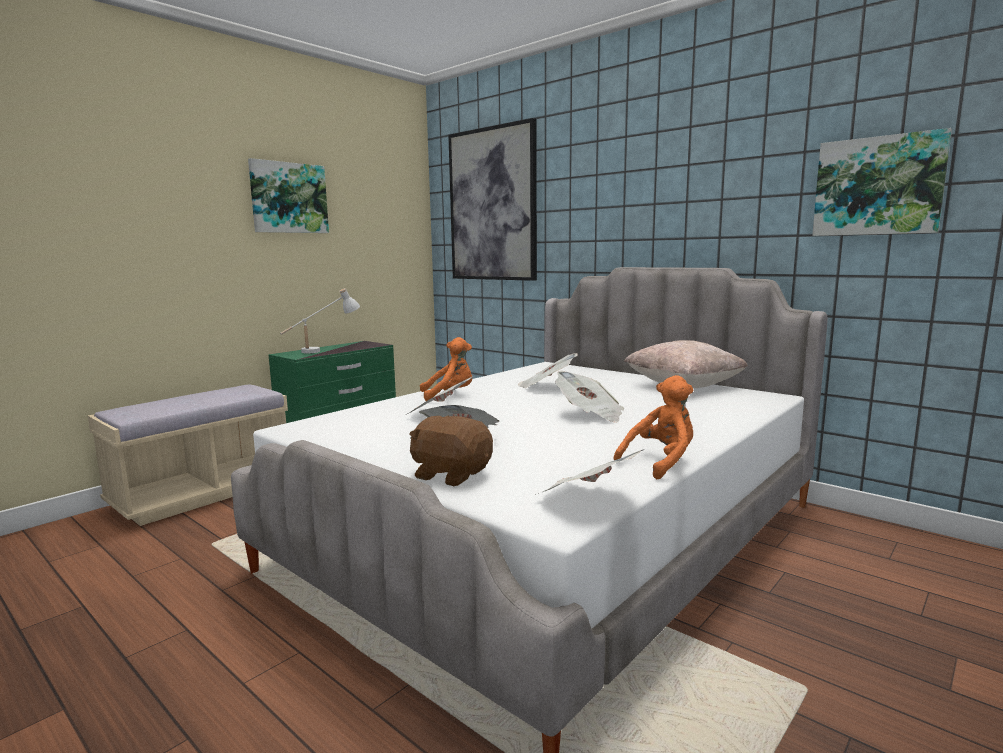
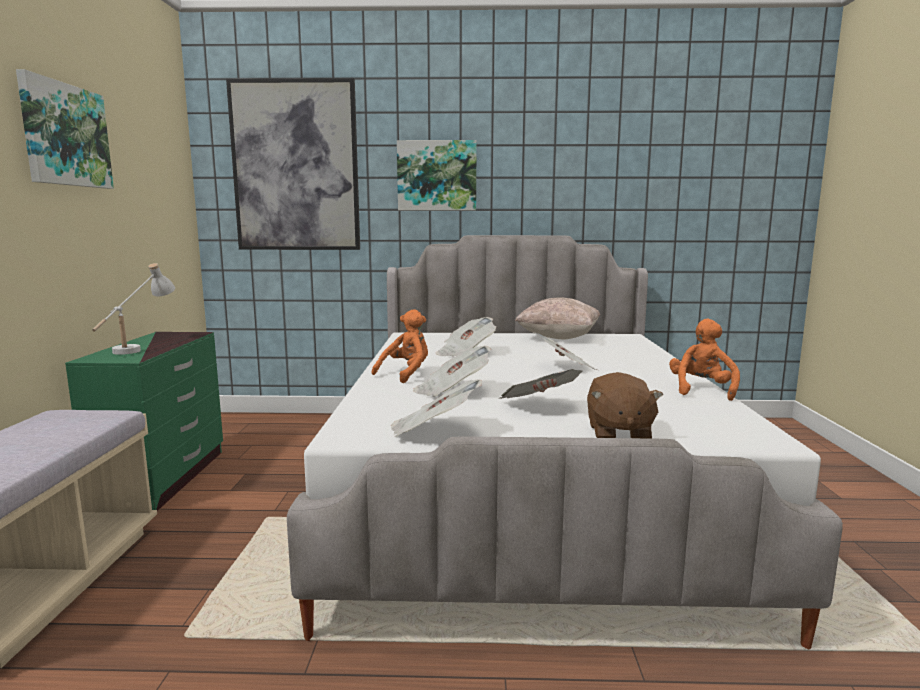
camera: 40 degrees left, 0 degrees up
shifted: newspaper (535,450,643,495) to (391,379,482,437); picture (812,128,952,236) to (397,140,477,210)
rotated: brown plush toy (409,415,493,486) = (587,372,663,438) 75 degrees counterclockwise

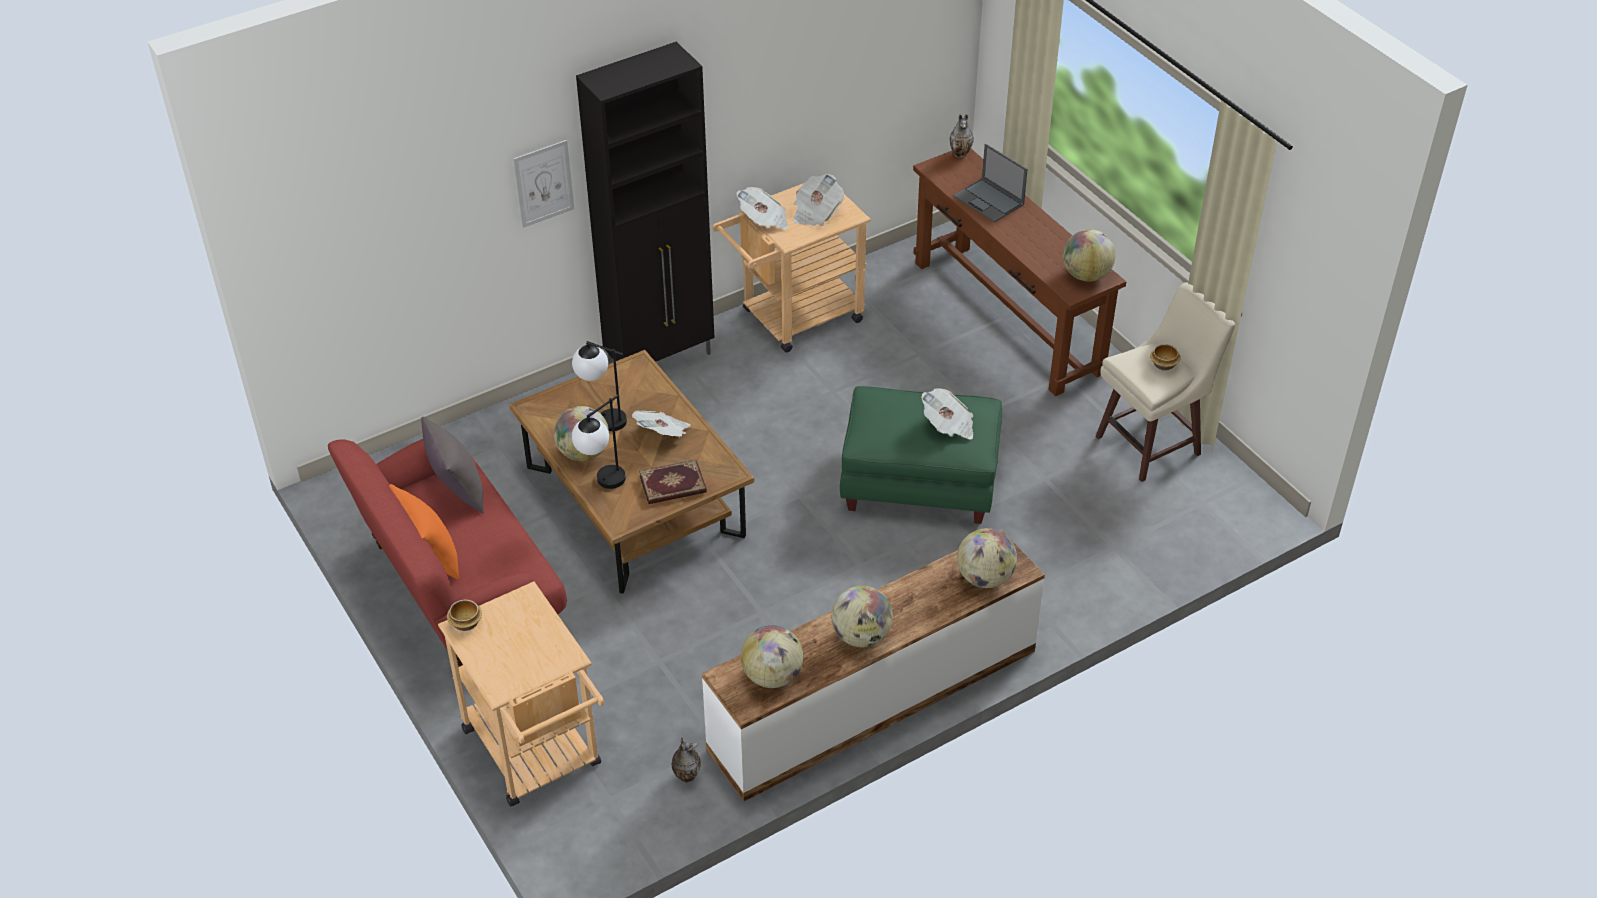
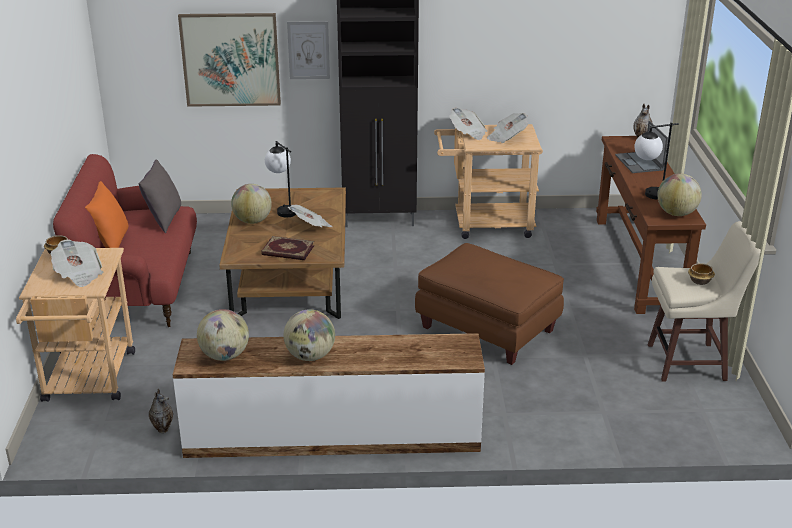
camera: 30 degrees right, 15 degrees down
gone: globe (957,528,1017,588)
new: picture (178,13,281,107)
shifted: table lamp (572,394,626,489) to (634,123,679,200); newspaper (921,388,973,439) to (50,239,104,287)
repainted: green ottoman (840,386,1002,524) to brown ottoman (415,243,564,365)

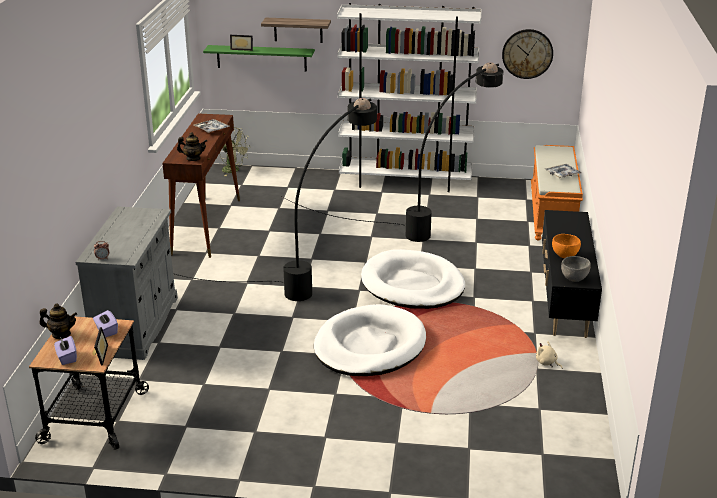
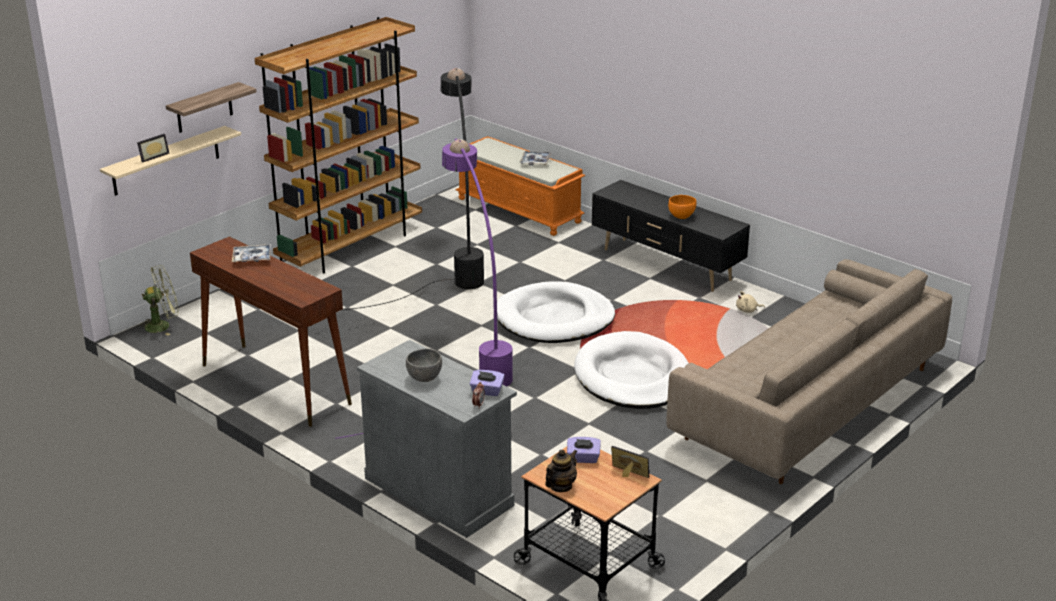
camera: 55 degrees left, 0 degrees up
gone: teapot (177,132,207,161); wall clock (502,29,553,79)
new: beige sofa (666,259,952,484)
shifted: purple tissue box (54,336,77,365) to (470,370,505,396); grey bowl (561,256,591,282) to (406,349,442,382)
repainted: black floor lamp (173,98,377,301) to purple floor lamp (335,139,513,439); green shelf (203,45,315,71) to beige shelf (100,126,241,196); white bookcase (337,3,482,192) to brown bookcase (255,17,422,273)

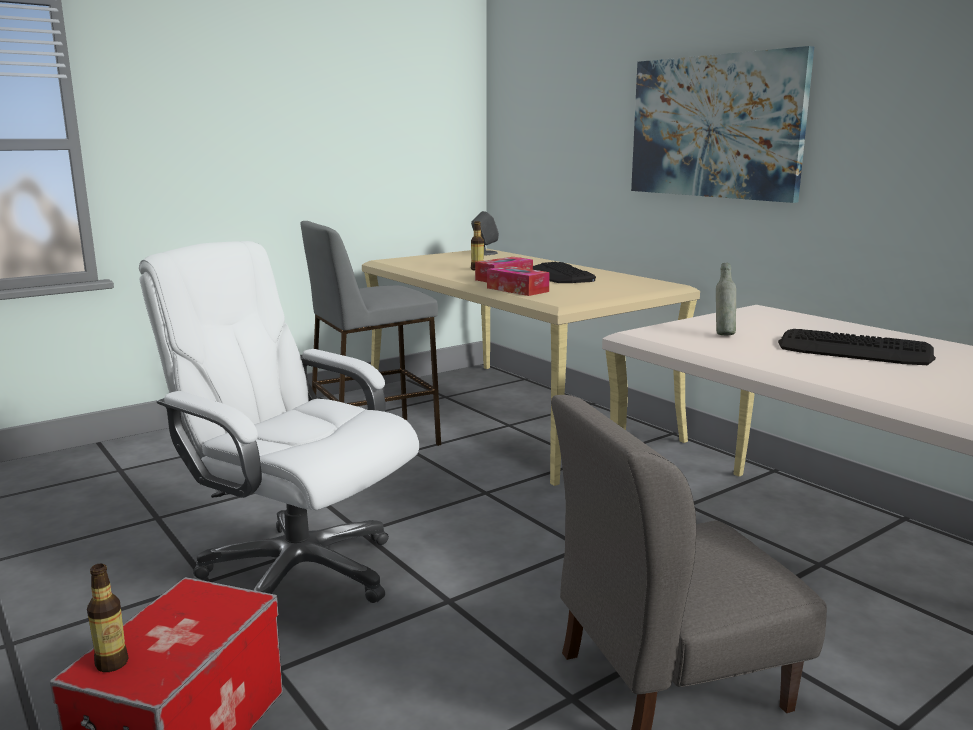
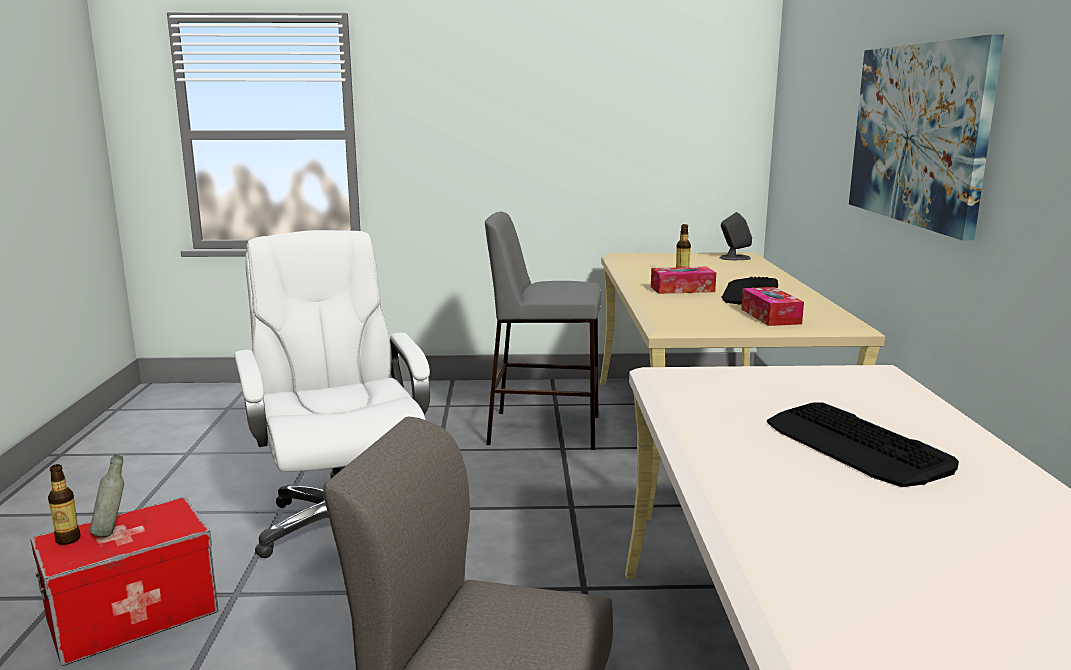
camera: 35 degrees right, 0 degrees up
shifted: tissue box (487,266,550,296) to (741,287,804,326); grey bottle (716,263,736,335) to (90,455,124,537)

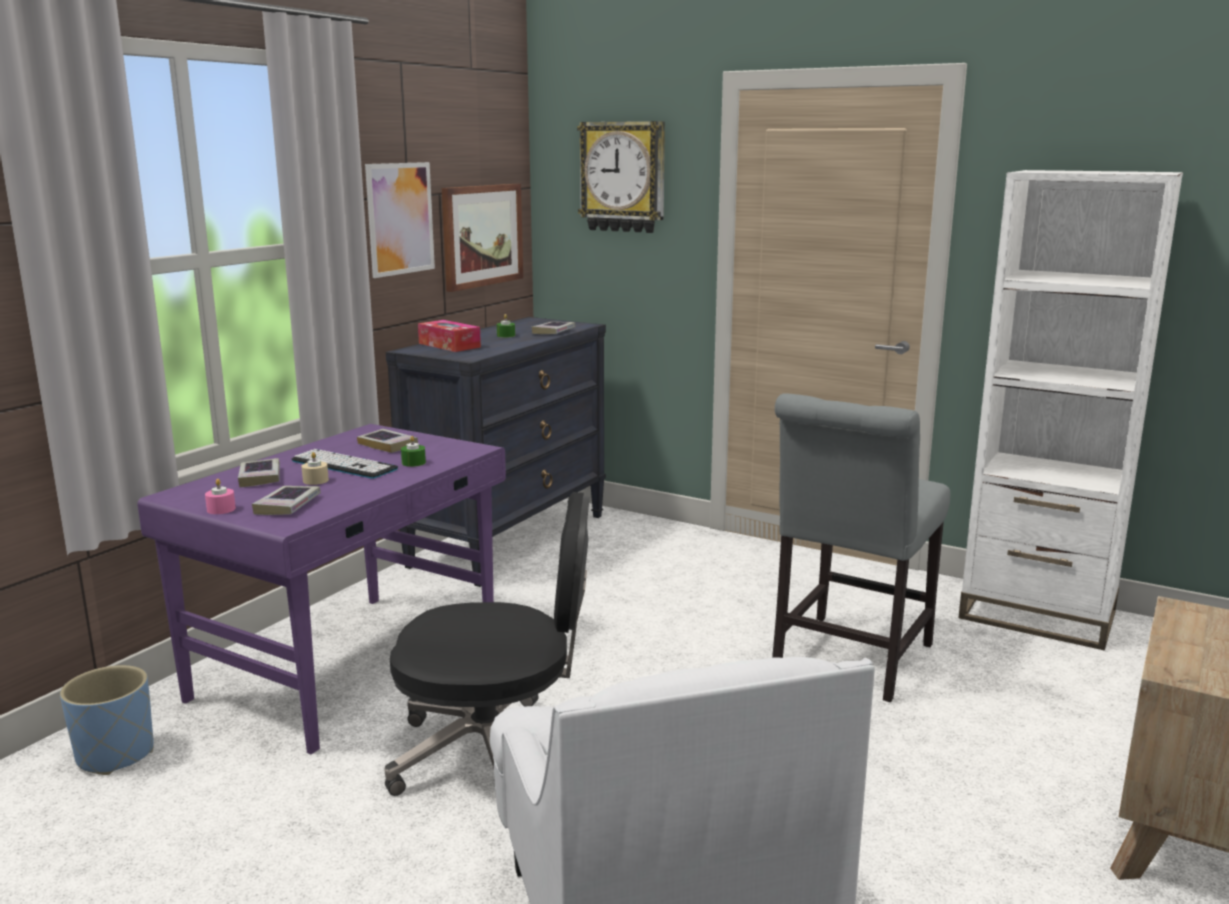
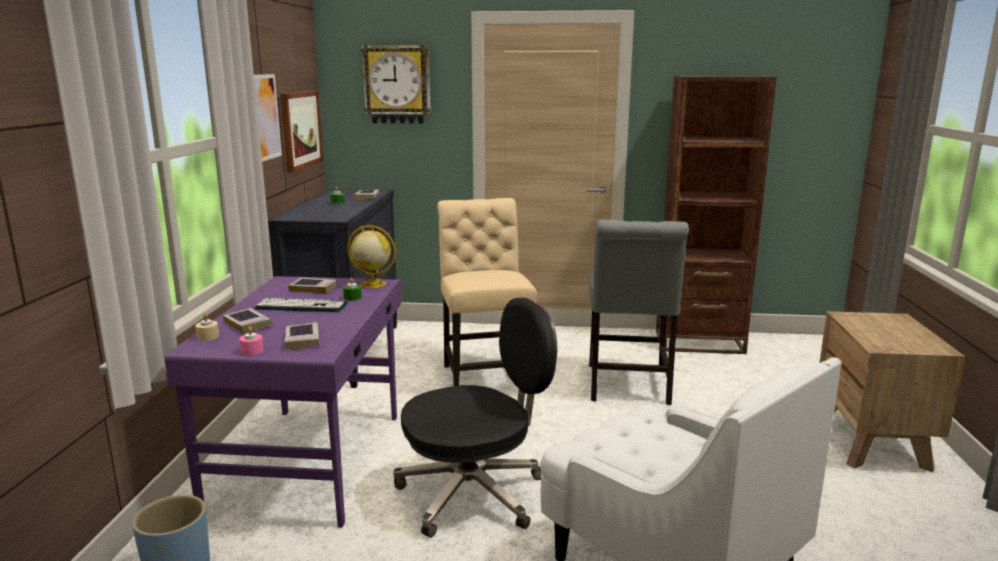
camera: 25 degrees left, 0 degrees up
gone: tissue box (418,320,481,352)
new: globe (347,225,396,288); beige chair (437,198,537,386)
shifted: beige candle (301,452,329,485) to (195,314,219,341)
repainted: white bookcase (958,170,1183,650) to brown bookcase (656,76,777,354)

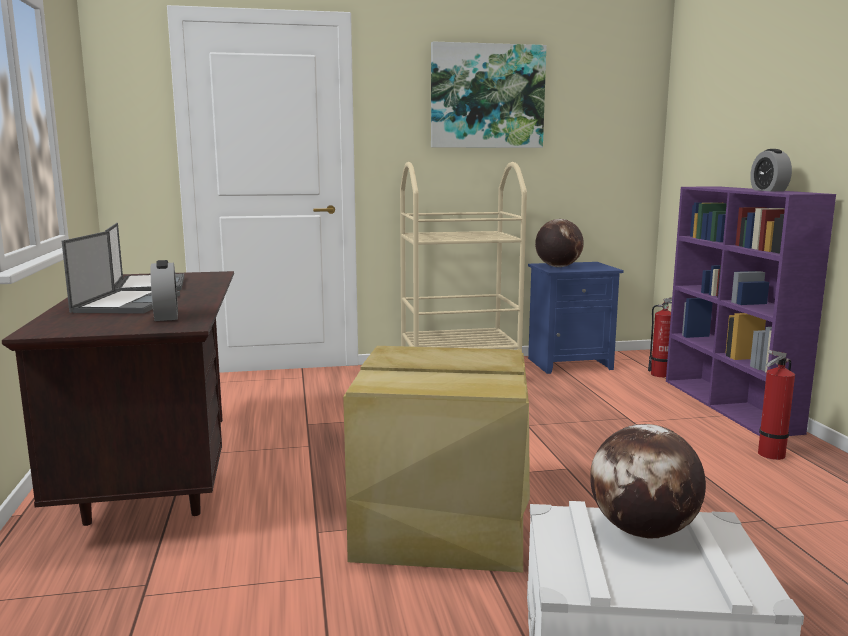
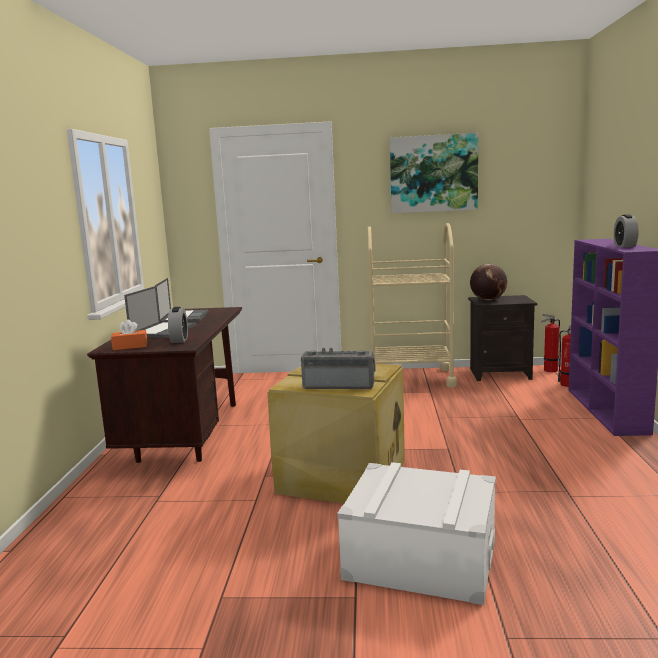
camera: 15 degrees right, 0 degrees up
gone: globe (590,424,706,539)
new: orange tissue box (111,319,147,350); radio (301,348,376,389)
shifted: fire extinguisher (758,350,795,460) to (541,314,560,372)
repainted: blue nightstand (528,262,624,374) to black nightstand (468,295,537,381)

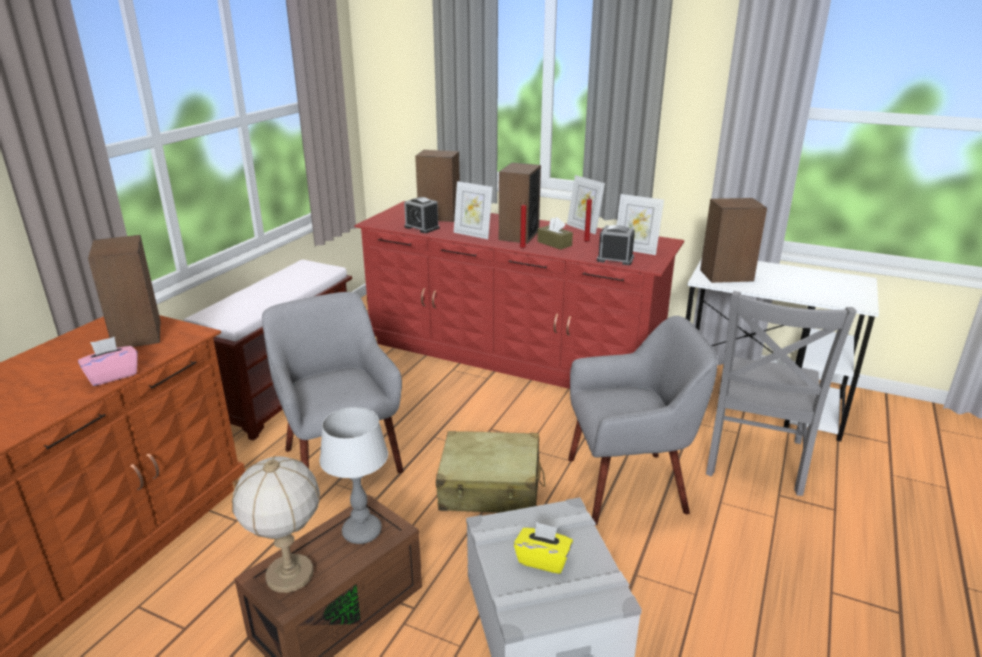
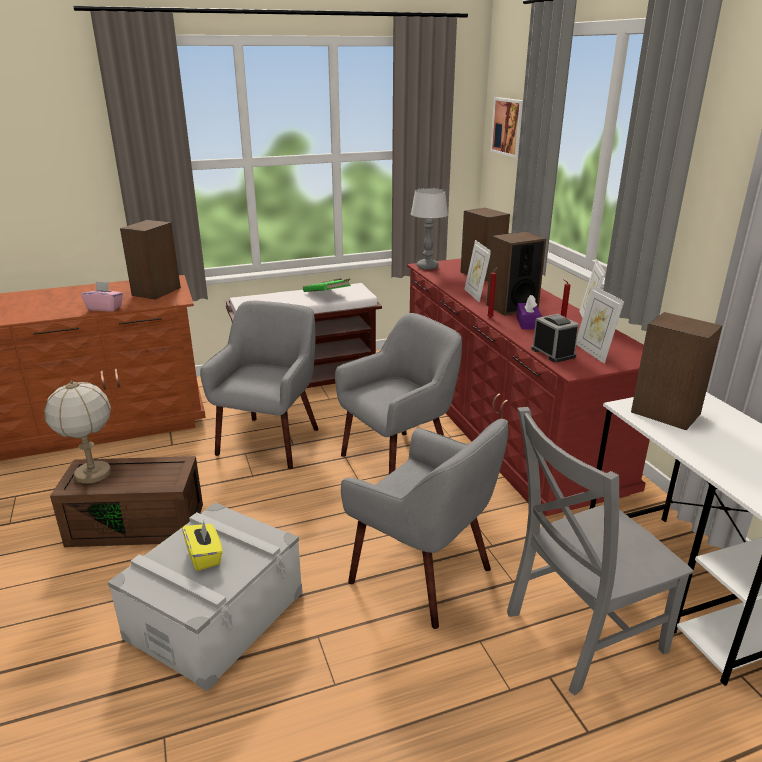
camera: 45 degrees right, 0 degrees up
gone: alarm clock (404,197,440,233); beige suitcase (436,431,545,513)
new: green book (303,278,351,292); grey armchair (335,313,462,474); picture (490,97,523,158)
shifted: table lamp (319,407,388,544) to (411,188,448,270)
repainted: brown tissue box (537,217,573,250) to purple tissue box (516,295,542,329)

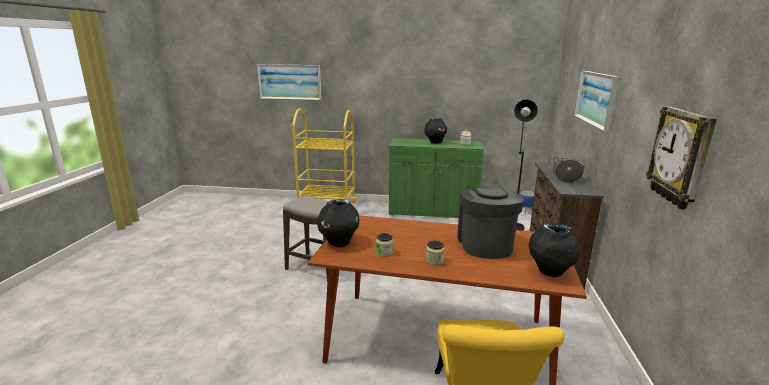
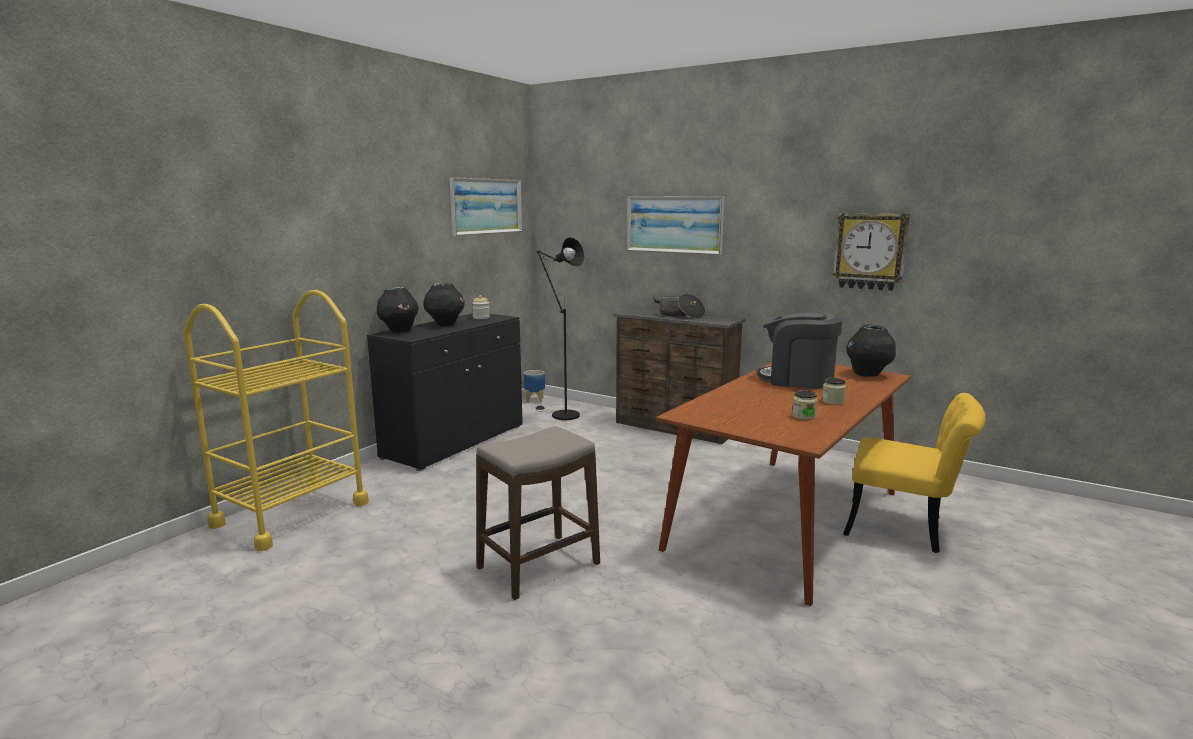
camera: 65 degrees left, 5 degrees down
shifted: picture (257,64,321,101) to (449,177,523,236); black vase (318,199,359,247) to (377,287,419,333)
repainted: green cabinet (389,138,484,218) to black cabinet (367,313,523,471)

